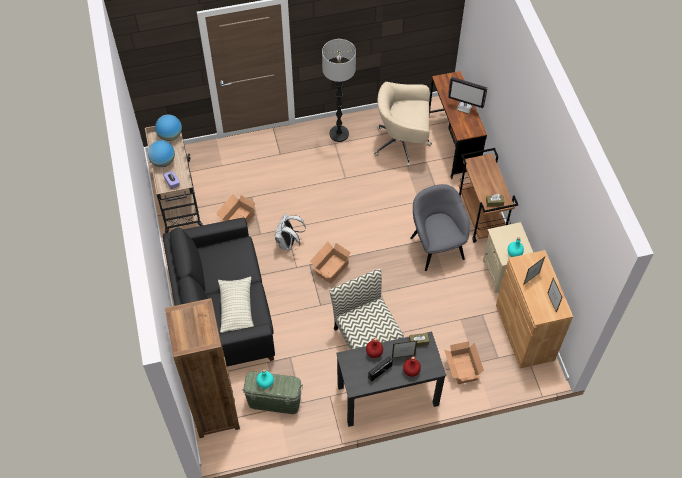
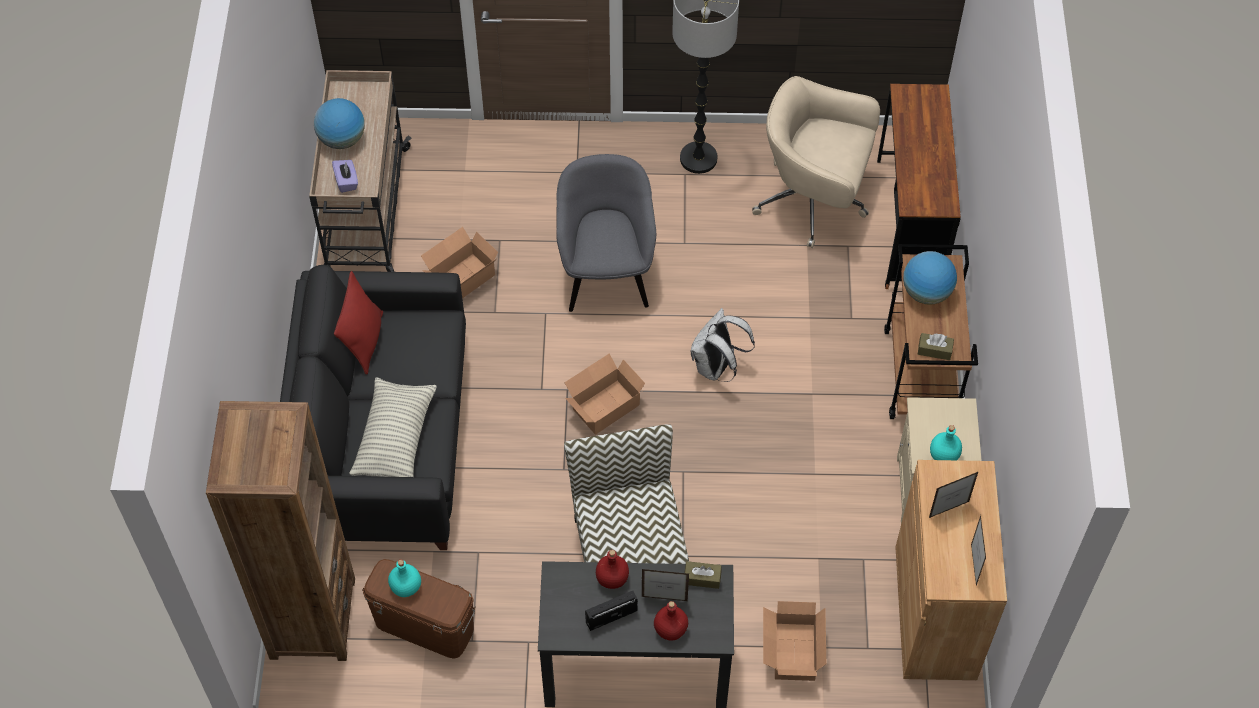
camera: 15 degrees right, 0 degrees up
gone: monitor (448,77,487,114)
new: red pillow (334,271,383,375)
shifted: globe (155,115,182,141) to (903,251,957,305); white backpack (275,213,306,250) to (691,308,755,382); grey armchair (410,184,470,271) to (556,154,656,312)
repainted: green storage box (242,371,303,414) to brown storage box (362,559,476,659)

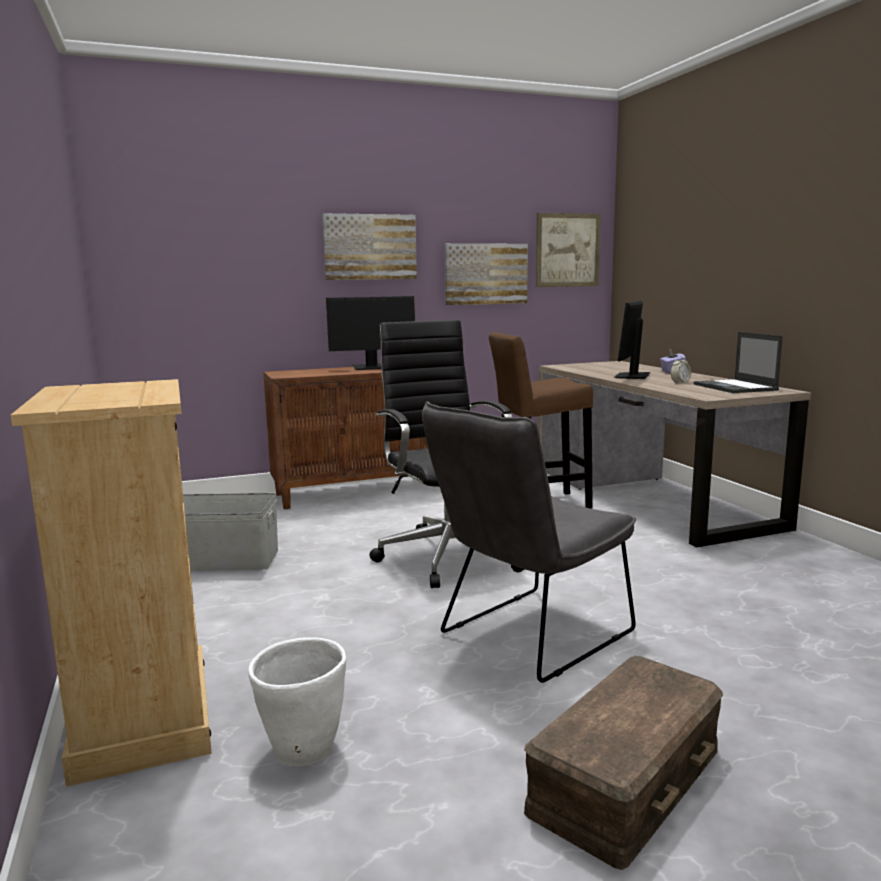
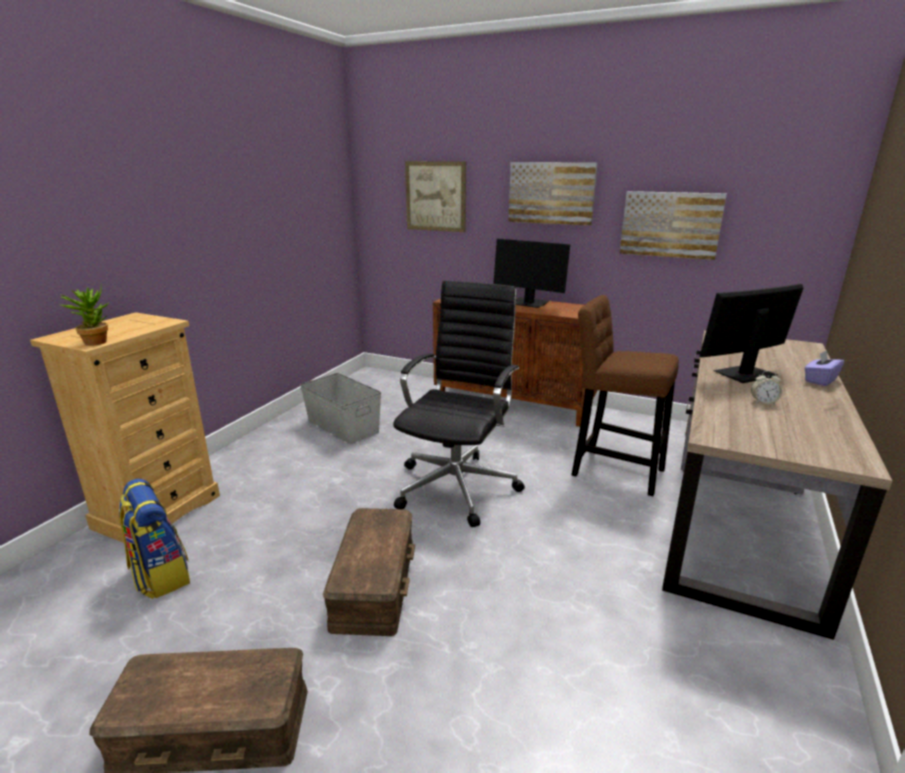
camera: 45 degrees right, 10 degrees up
gone: laptop (694,332,783,393)
new: potted plant (61,285,109,346)
shifted: picture (536,213,601,287) to (405,161,466,232)
swapped: white planter (248,637,346,766) to backpack (119,479,190,599); grey chair (422,401,636,683) to brown storage box (323,508,415,636)

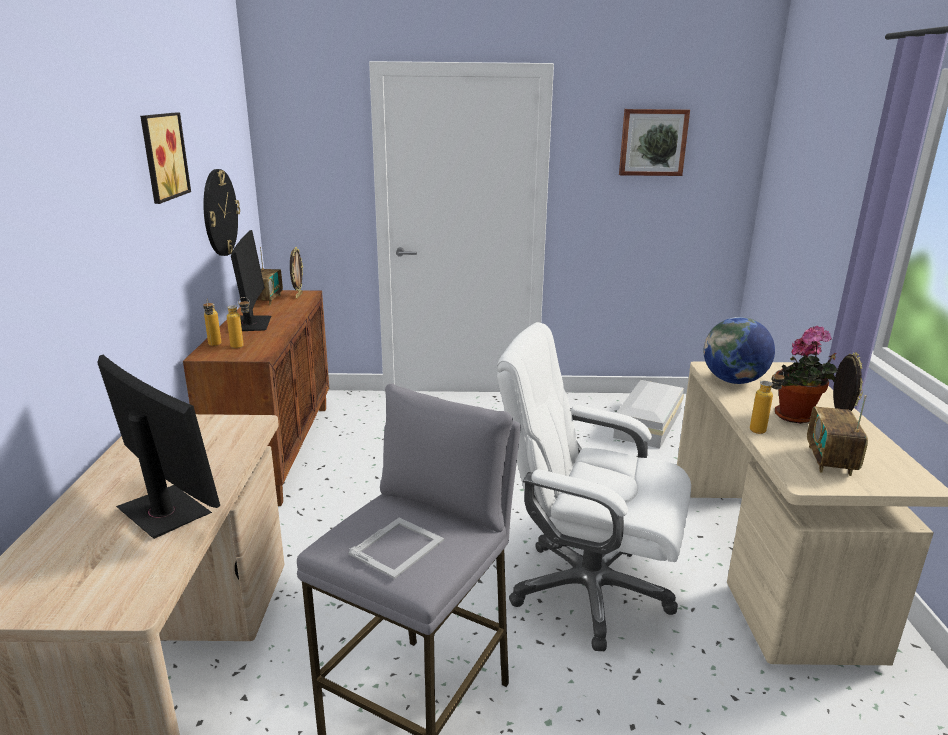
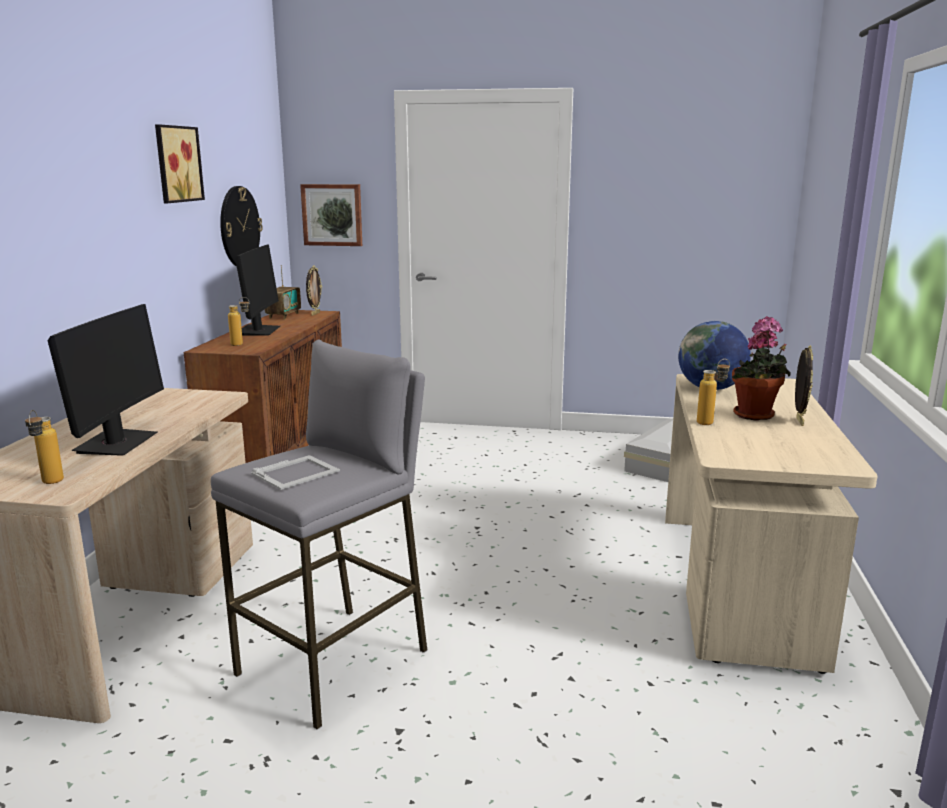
camera: 10 degrees right, 5 degrees down
gone: white office chair (497,322,691,651); radio (807,395,868,476)
shifted: bottle (203,299,221,346) to (25,410,64,484); picture (619,109,690,176) to (300,184,362,246)
rotated: monitor (97,355,220,539) = (47,304,164,456) 45 degrees clockwise

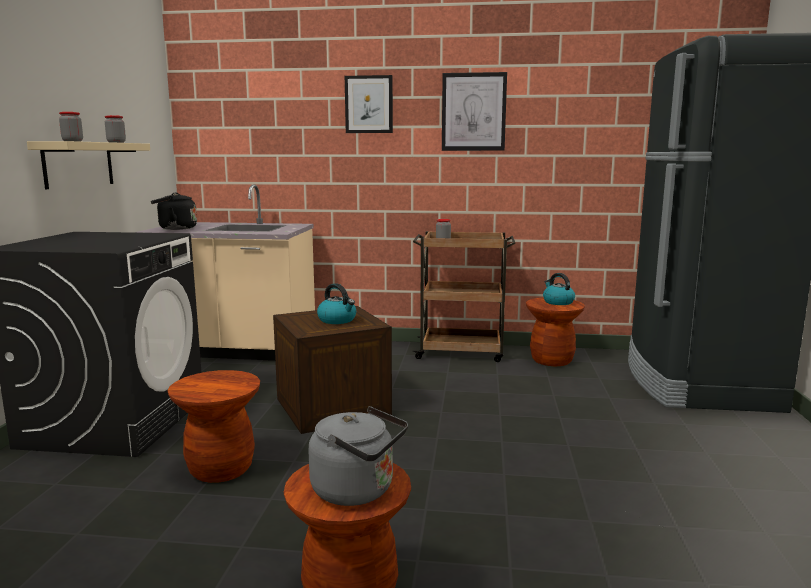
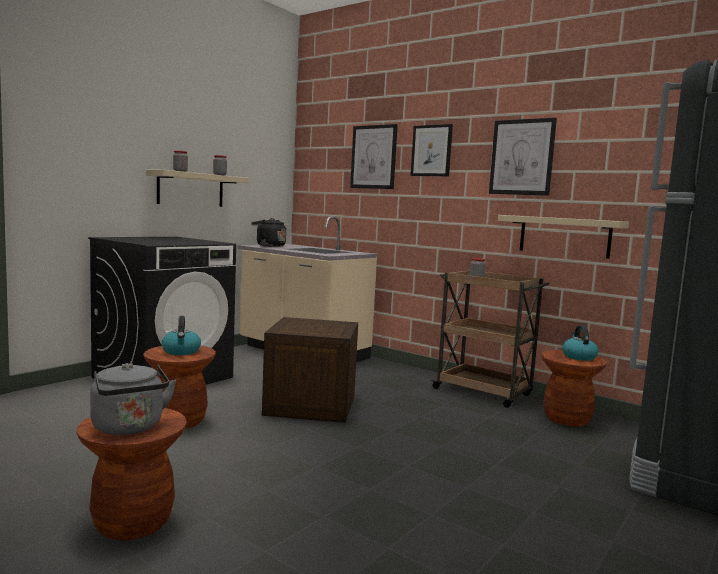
camera: 30 degrees right, 5 degrees down
new: picture (350,124,398,189); beige shelf (498,215,629,259)
shifted: kettle (317,283,356,324) to (162,316,201,355)

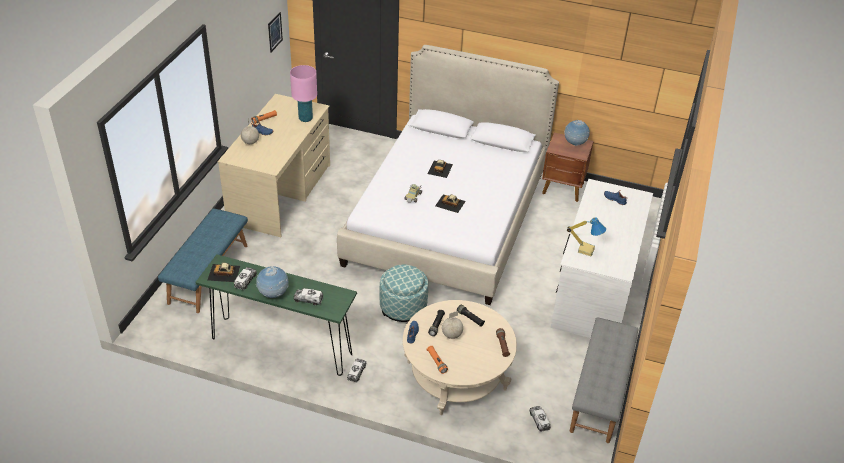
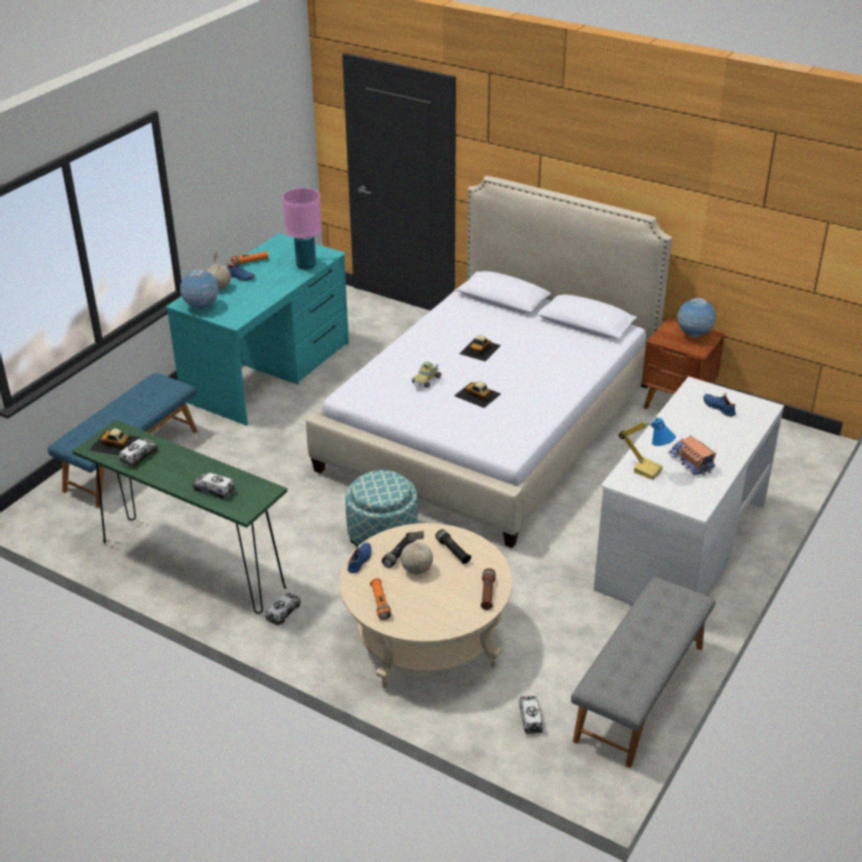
camera: 15 degrees right, 5 degrees down
gone: picture (268,12,283,53)
new: toy truck (668,435,716,476)
shifted: globe (256,266,288,298) to (180,269,219,309)
repainted: beige desk (218,94,330,237) to turquoise desk (166,233,349,426)

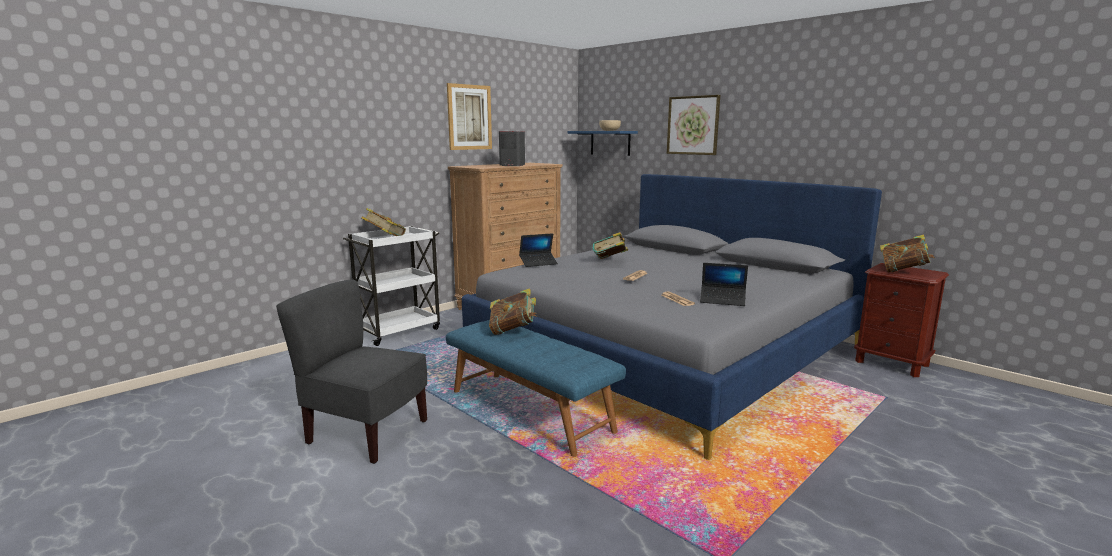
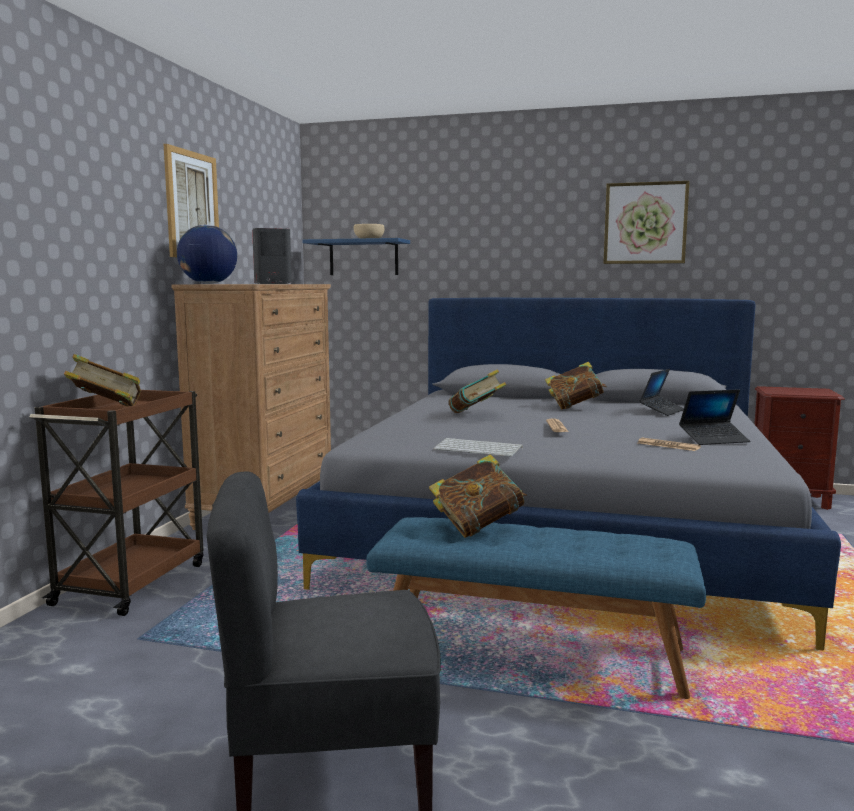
camera: 30 degrees left, 5 degrees down
new: globe (177,225,237,284); keyboard (433,438,523,457)
shifted: laptop (519,233,558,267) to (639,369,684,416); picture (667,95,720,155) to (603,181,689,264); book (880,235,934,272) to (545,362,607,409)
repainted: white cart (343,226,440,346) to brown cart (30,390,204,616)

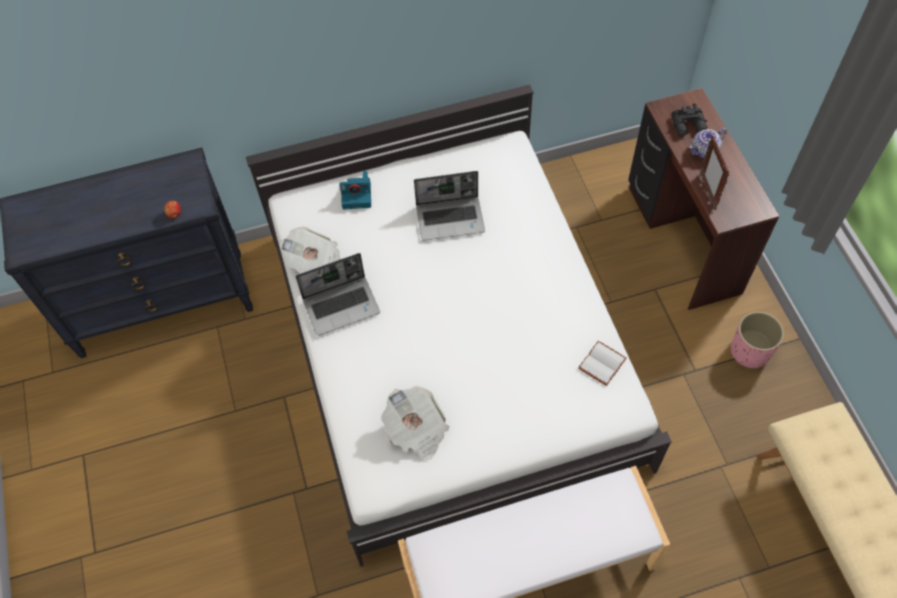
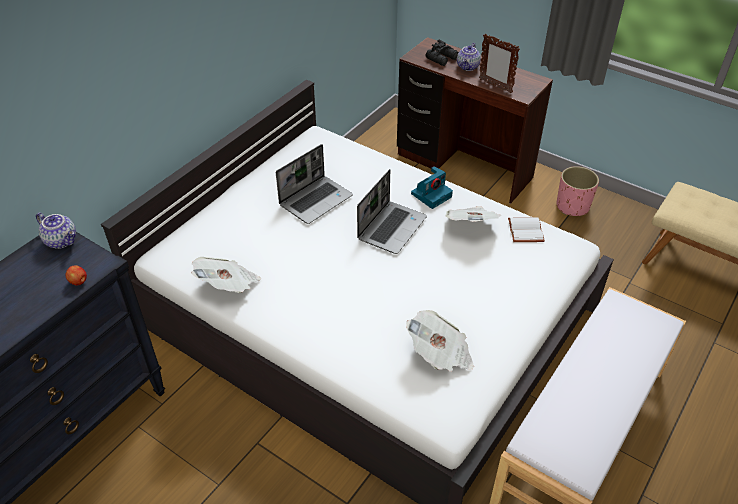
camera: 40 degrees left, 15 degrees down
new: teapot (36,213,76,249); newspaper (445,206,501,222)
shifted: laptop (295,253,380,336) to (357,169,427,254); photo camera (339,171,371,209) to (411,166,453,209)

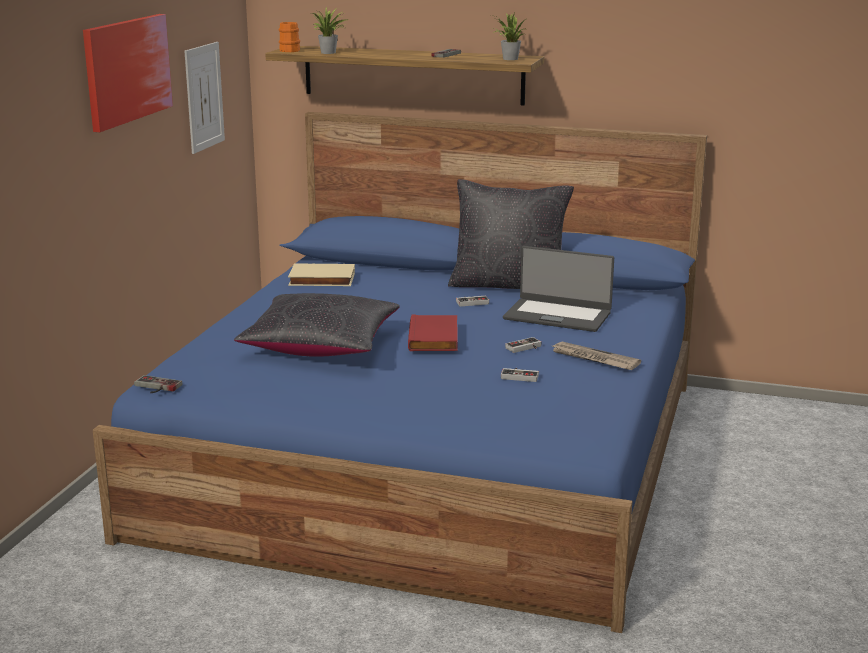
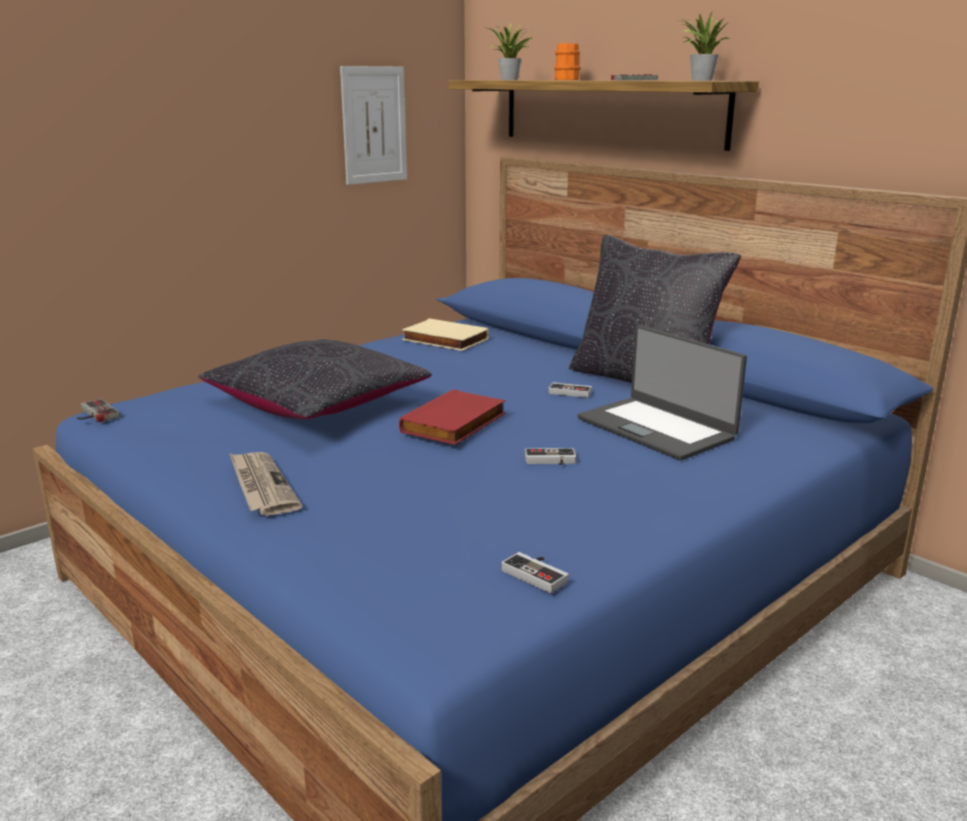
camera: 30 degrees right, 0 degrees up
gone: picture (83,14,173,132)
shifted: orange mug (279,22,300,52) to (554,43,580,80); game controller (501,368,539,382) to (501,552,569,593); newspaper (550,341,641,370) to (229,452,302,516)

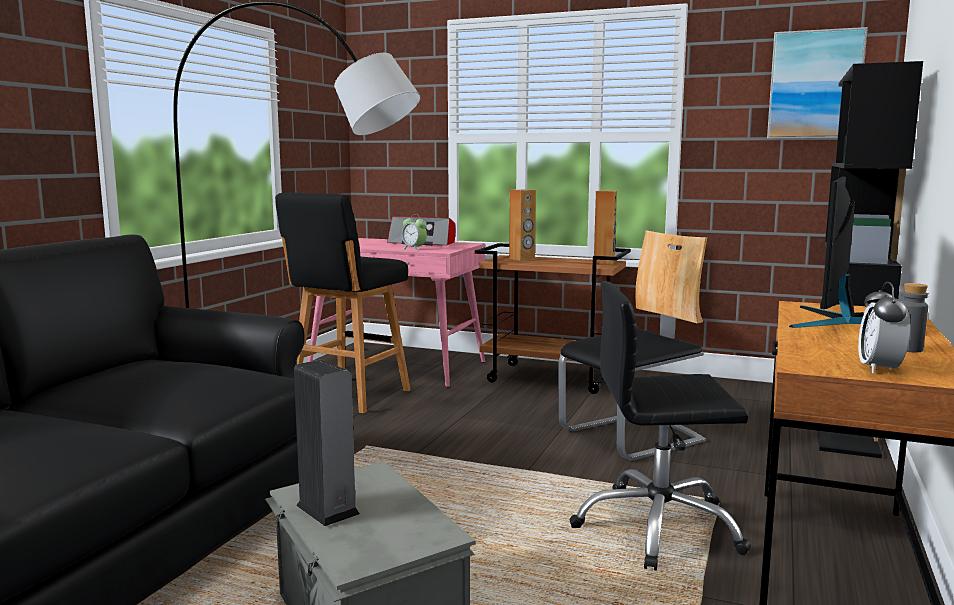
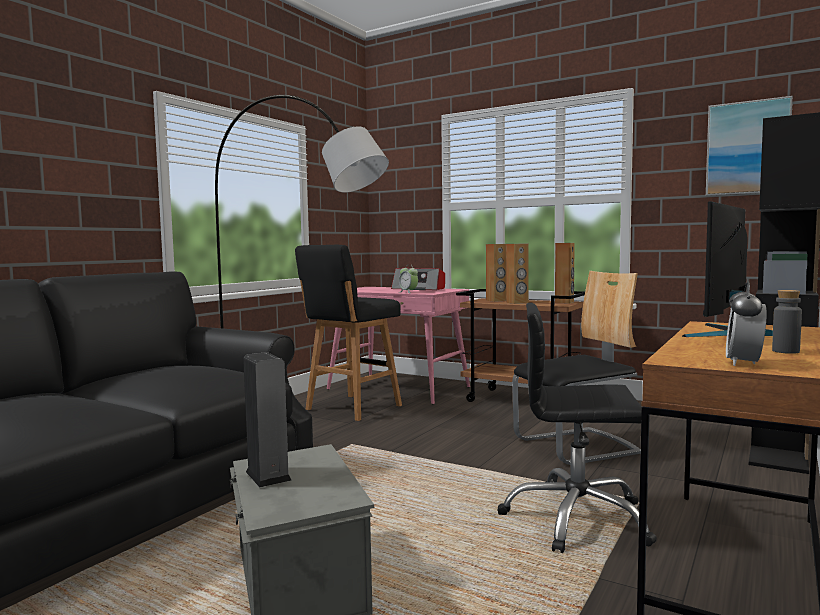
camera: 10 degrees right, 5 degrees down
new: brown speaker (506,243,529,304)

